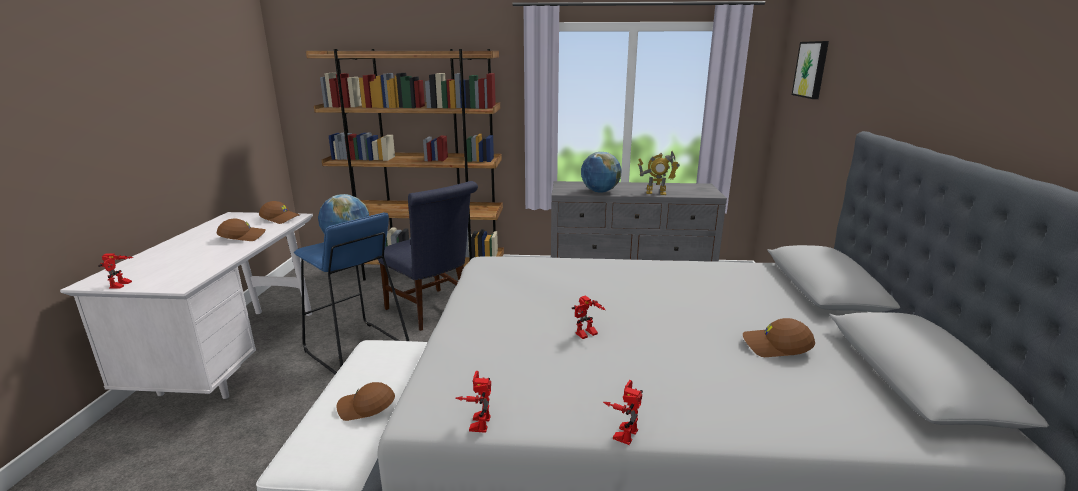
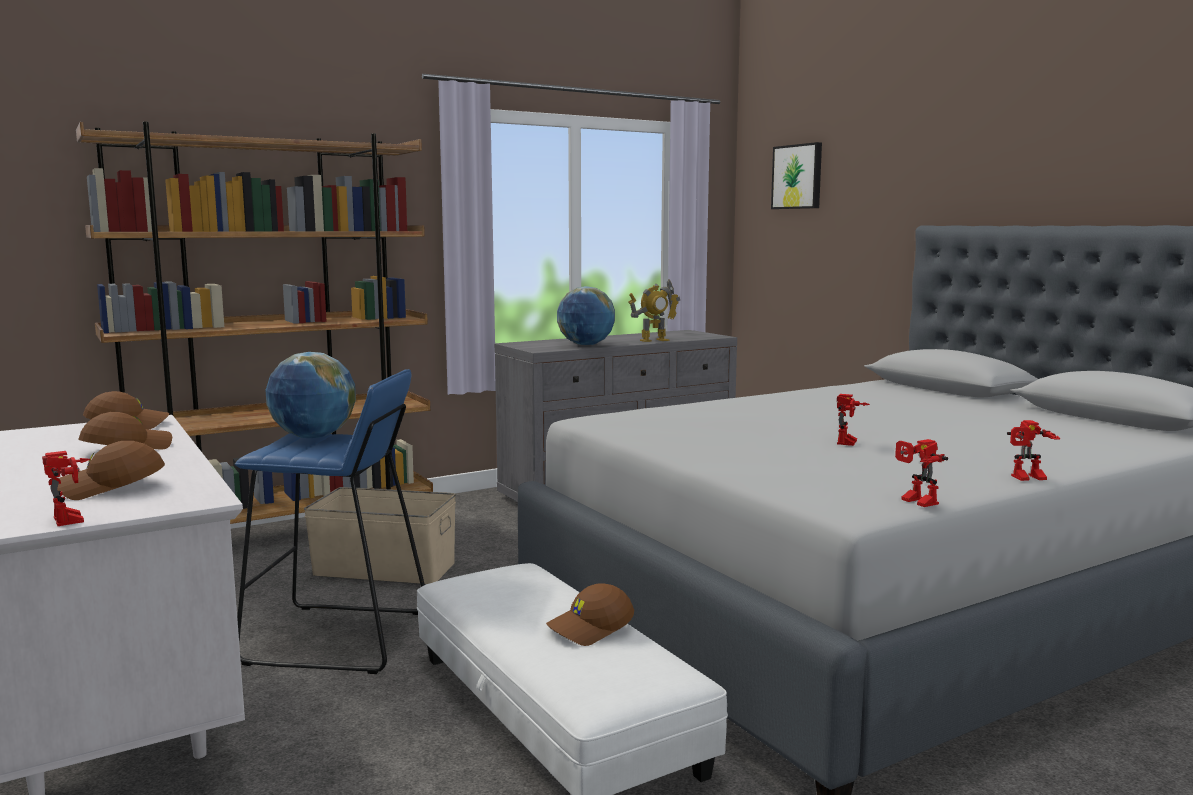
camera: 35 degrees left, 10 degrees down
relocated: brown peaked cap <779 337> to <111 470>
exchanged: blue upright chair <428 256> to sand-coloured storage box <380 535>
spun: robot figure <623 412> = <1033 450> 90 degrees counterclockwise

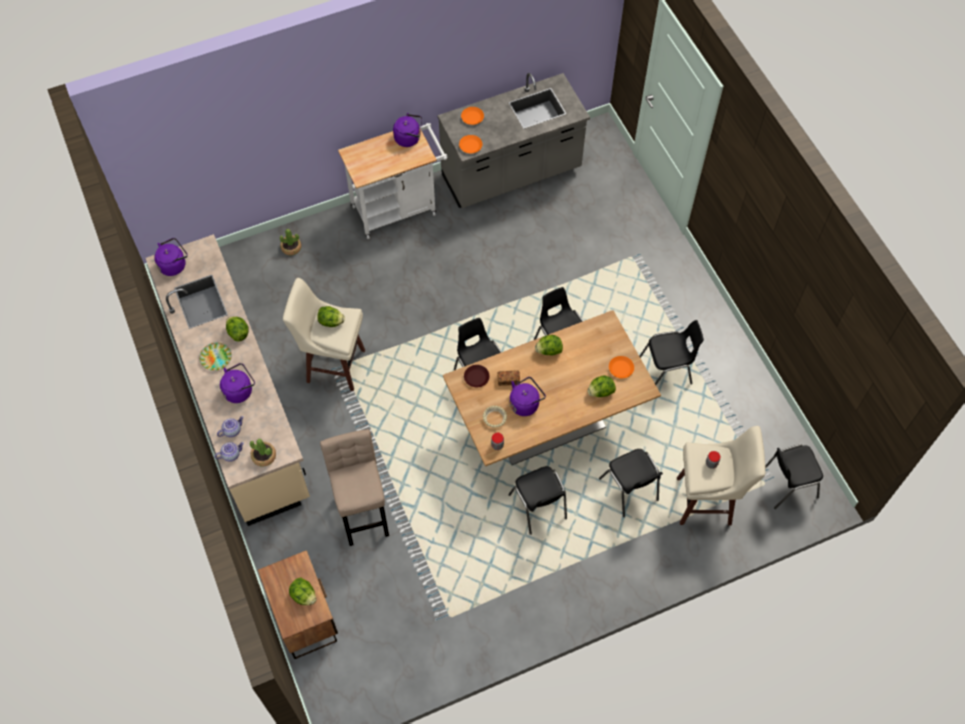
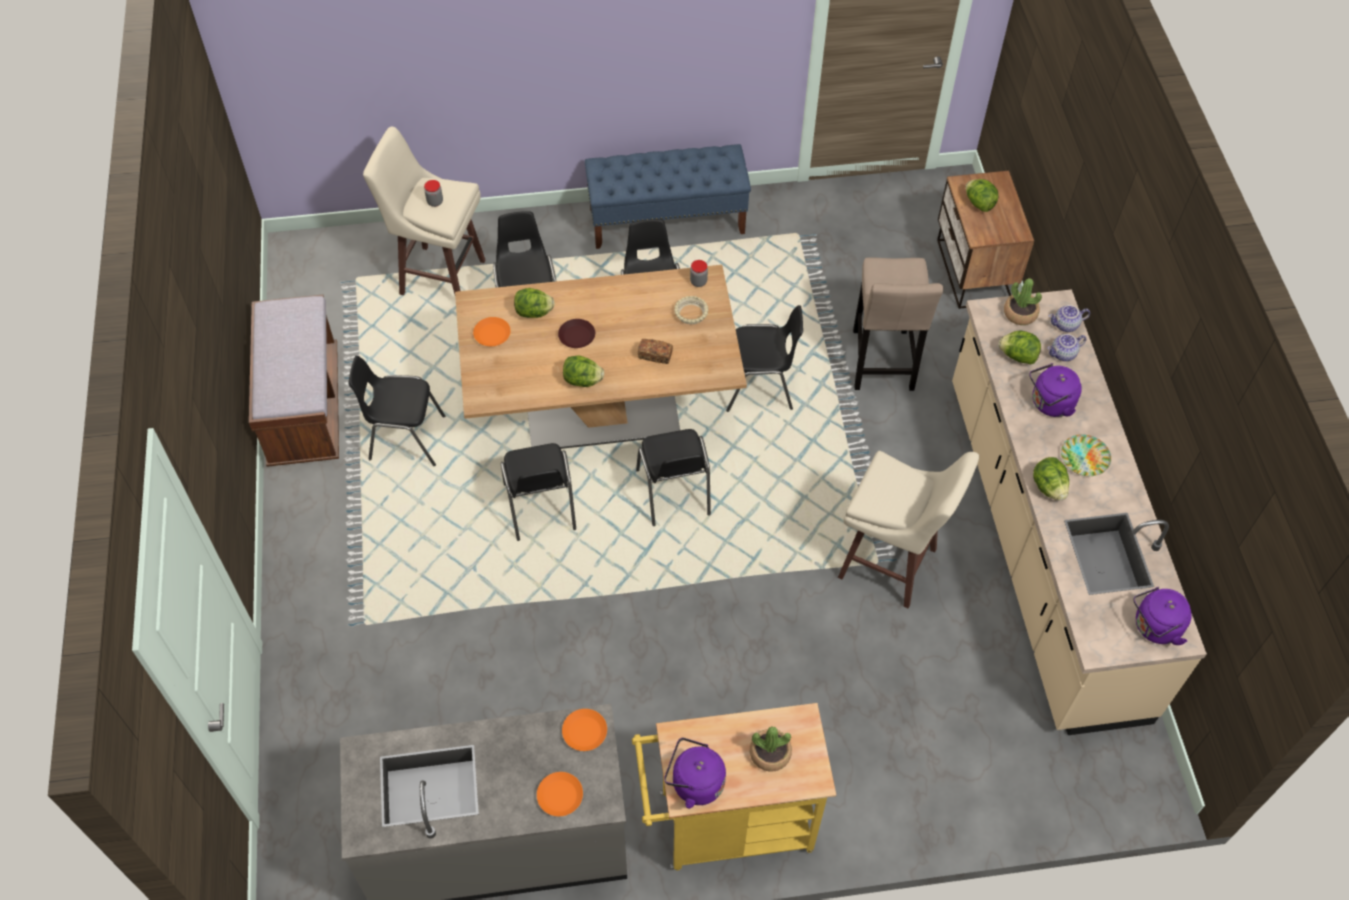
camera: 165 degrees left, 5 degrees down
missing: purple water kettle <528 396>
appeared: brown bench <294 381>; blue bench <668 196>
relocated: houseplant <290 242> to <771 749>; lettuce head <331 316> to <1019 348>; brown plate <477 376> to <576 333>; black-coloured upright chair <794 476> to <764 358>
colour: whitish trolley <393 181> to yellow-coloured trolley <734 787>

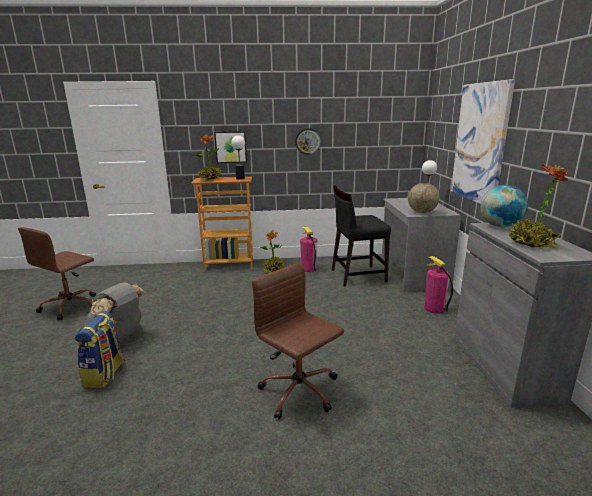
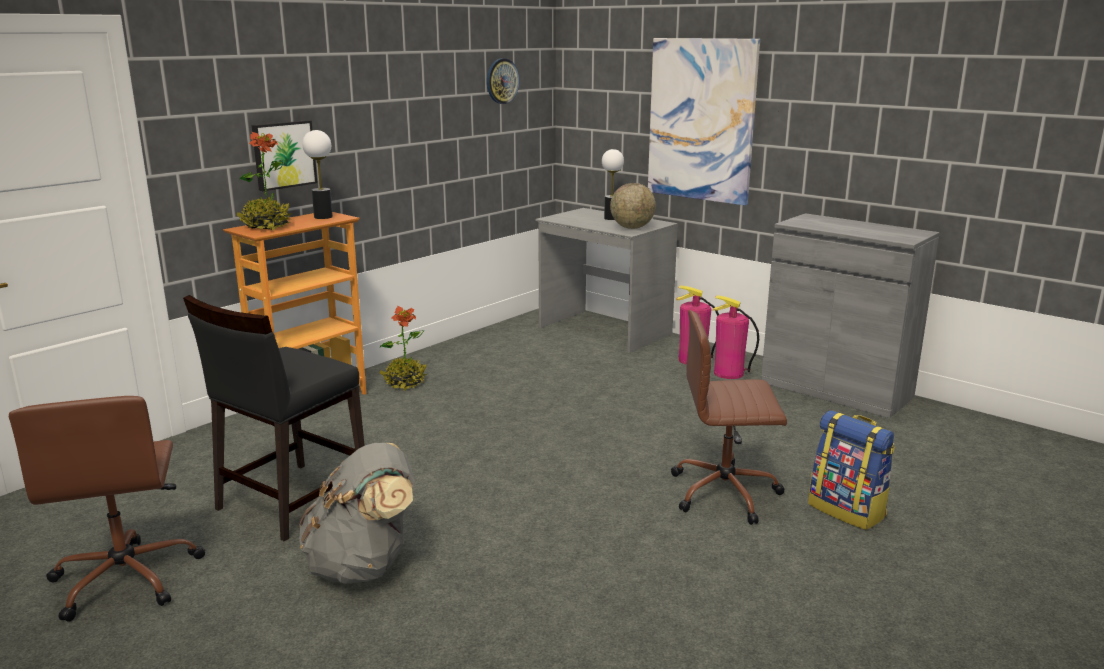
camera: 45 degrees left, 0 degrees up
missing: globe <504 206>; houseplant <538 206>
relocated: backpack <100 349> to <851 470>; clock on the wall <308 141> to <503 81>; fire extinguisher <308 249> to <735 337>; black-coloured upright chair <361 236> to <274 418>

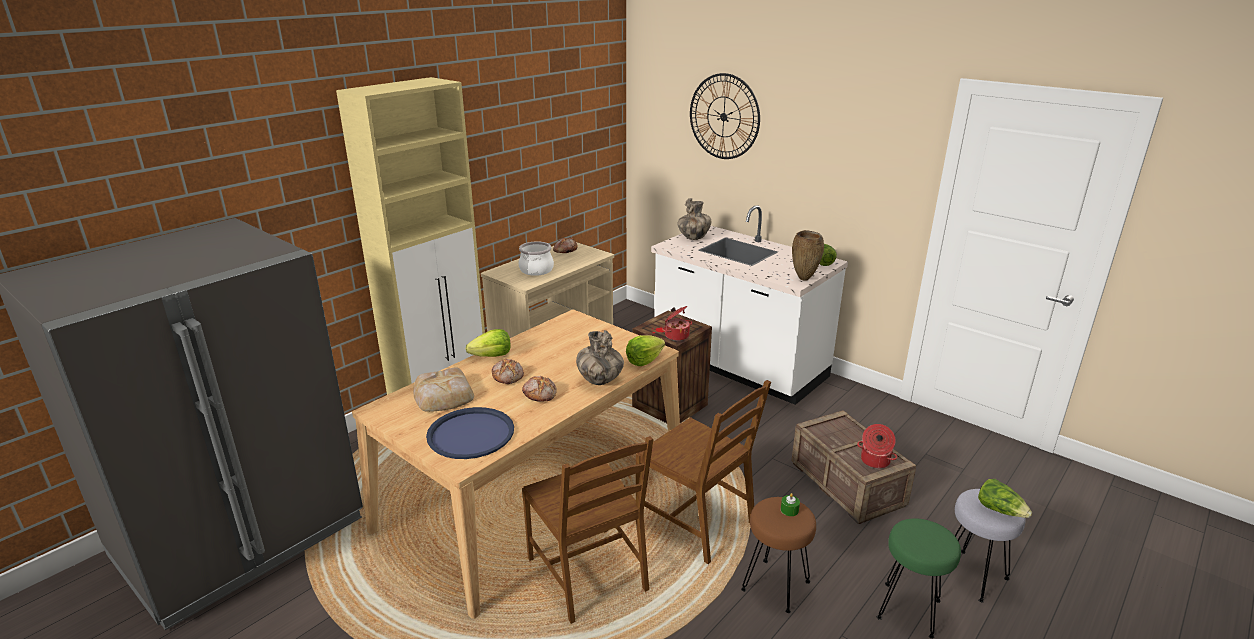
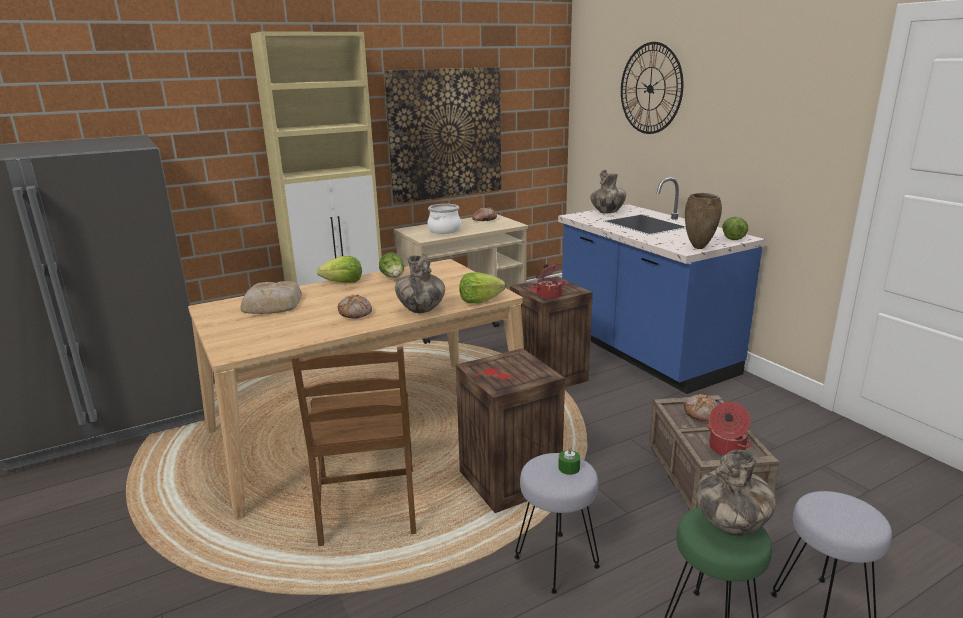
camera: 20 degrees right, 5 degrees down
missing: blue carrying tray <470 433>
appeared: picture <442 135>; flower vase <736 493>
relocated: baked bread <508 371> to <700 408>; lettuce head <1005 498> to <391 265>
exchanged: brown upright chair <703 472> to packing crate <510 430>
colour: whitish counter <749 305> to blue counter <661 285>; brown stool <778 555> to greyish stool <557 523>

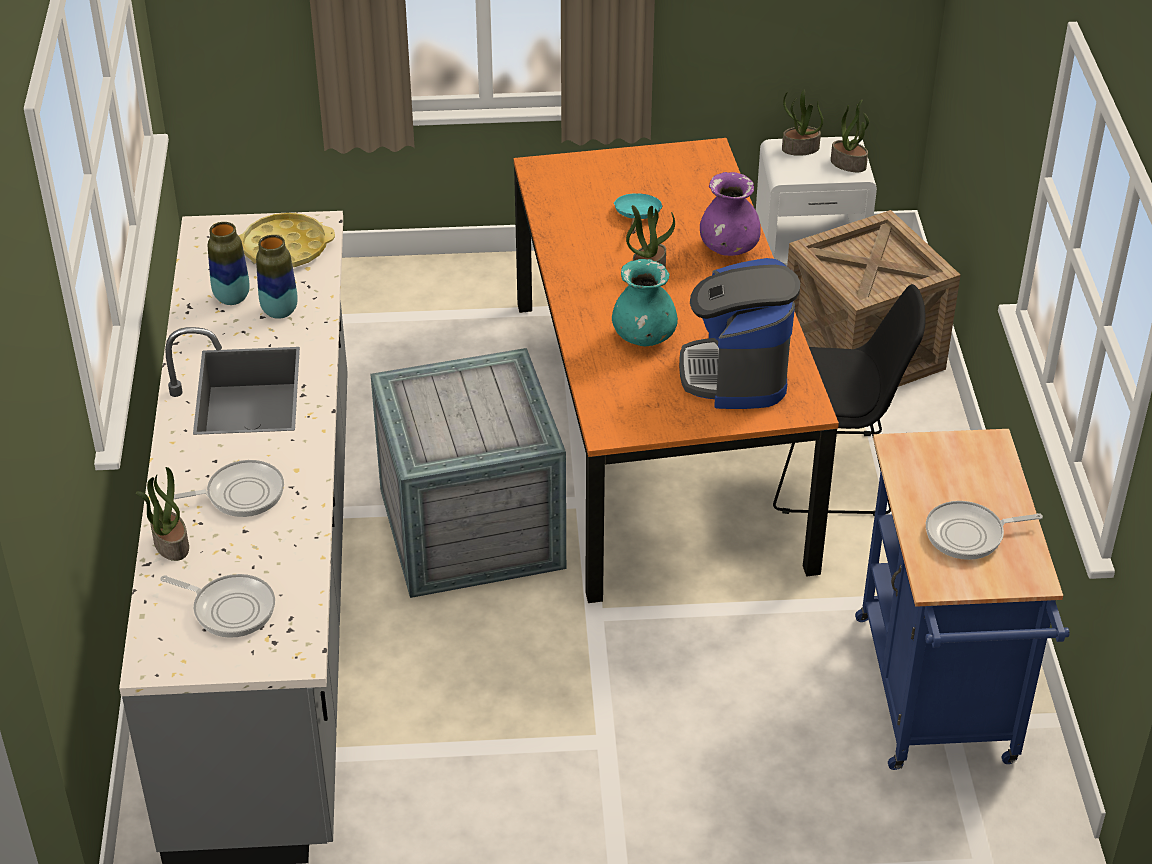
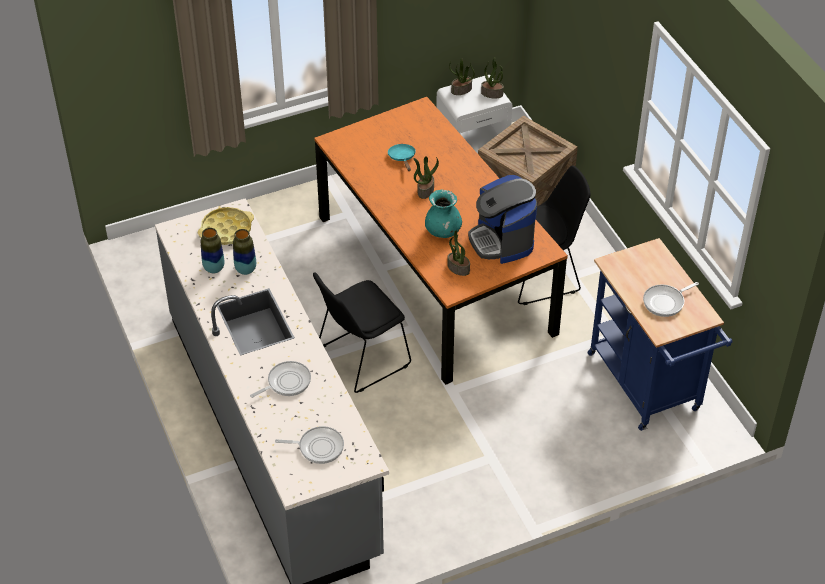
camera: 20 degrees left, 5 degrees up
missing: purple flower vase <730 214>
relocated: houseplant <162 514> to <458 253>
exchanged: packing crate <468 473> to black-coloured upright chair <362 332>

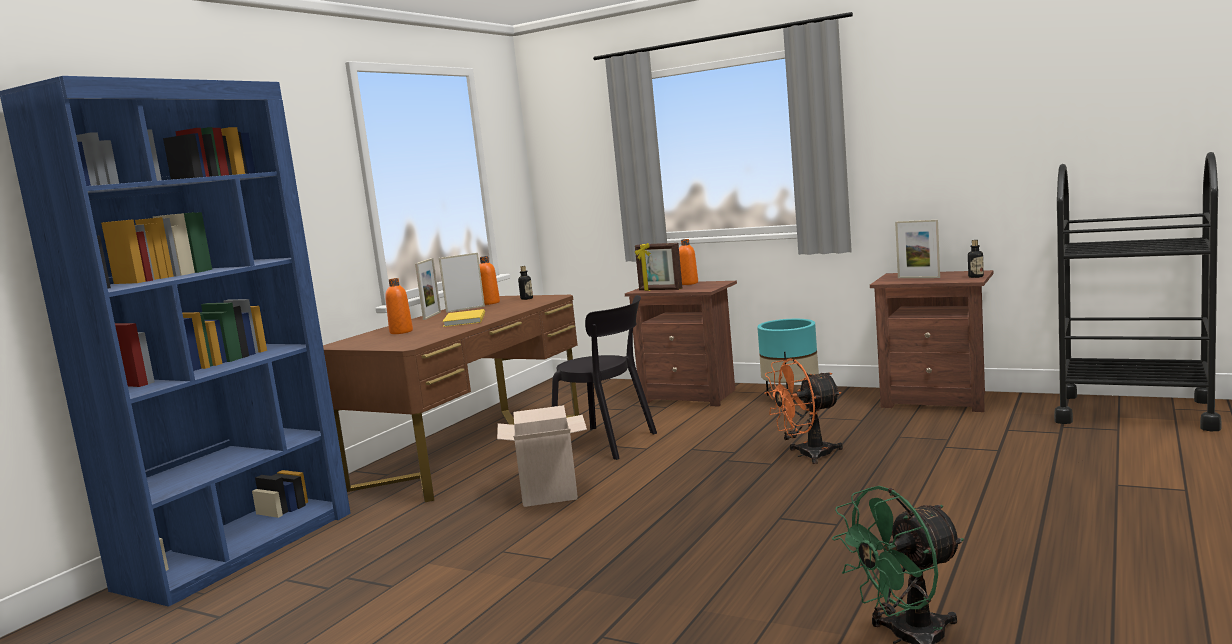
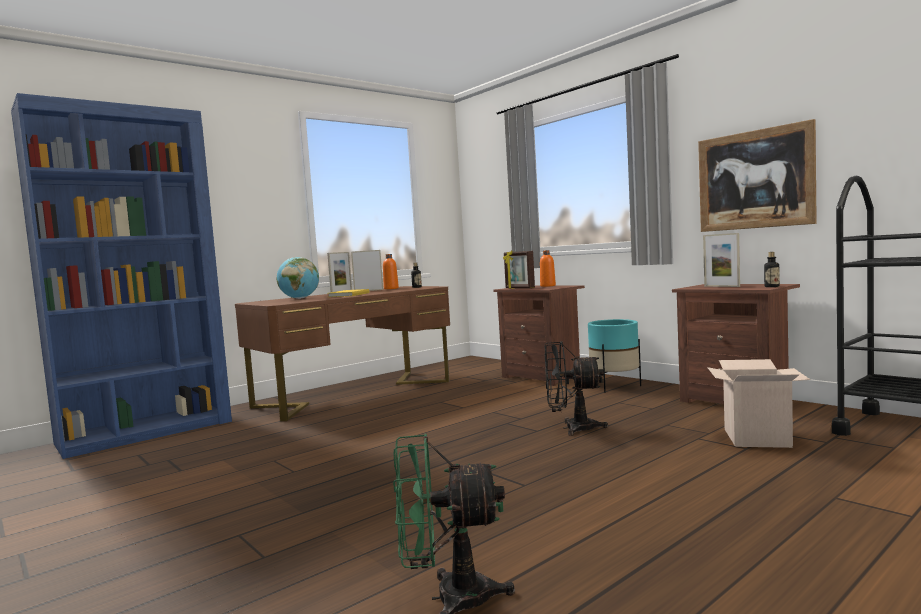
camera: 20 degrees right, 5 degrees down
missing: black-coloured upright chair <604 377>
appeared: picture <757 175>
relocated: cardboard box <542 456> to <758 403>
exchanged: orange-coloured bottle <399 306> to globe <297 278>
colour: orange-coloured fan <803 411> to black-coloured fan <576 388>

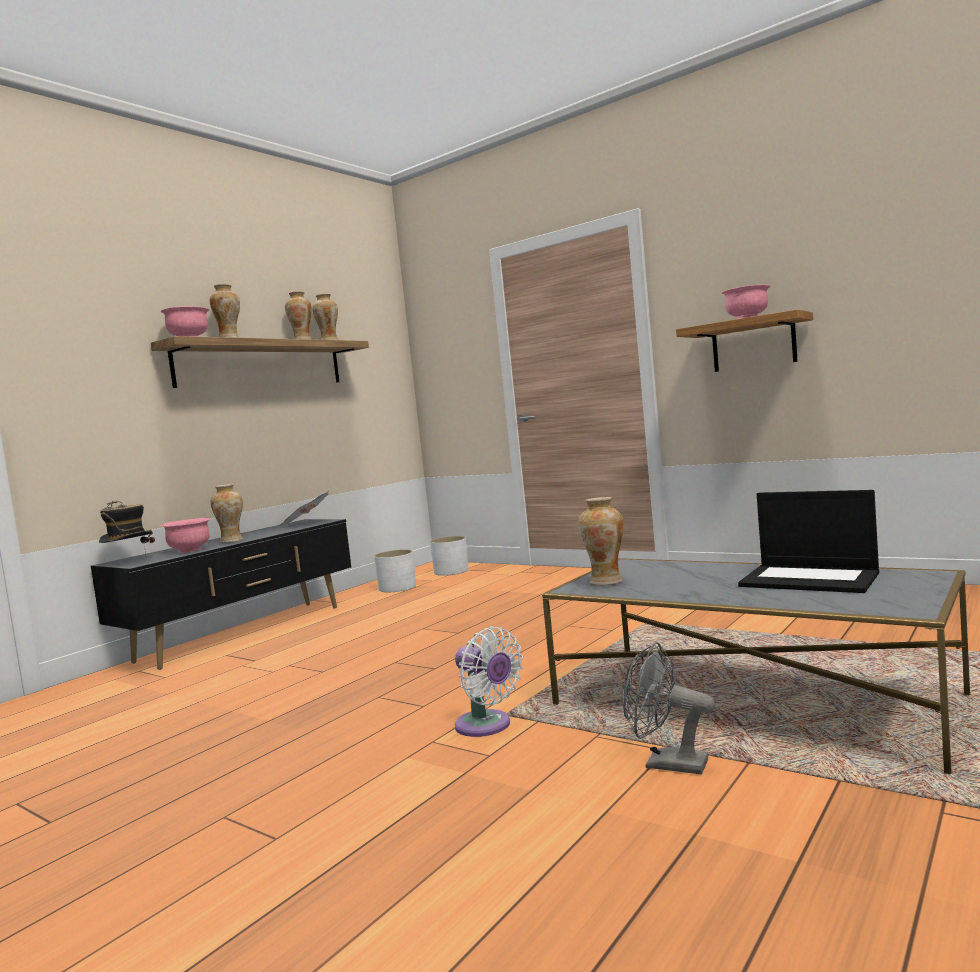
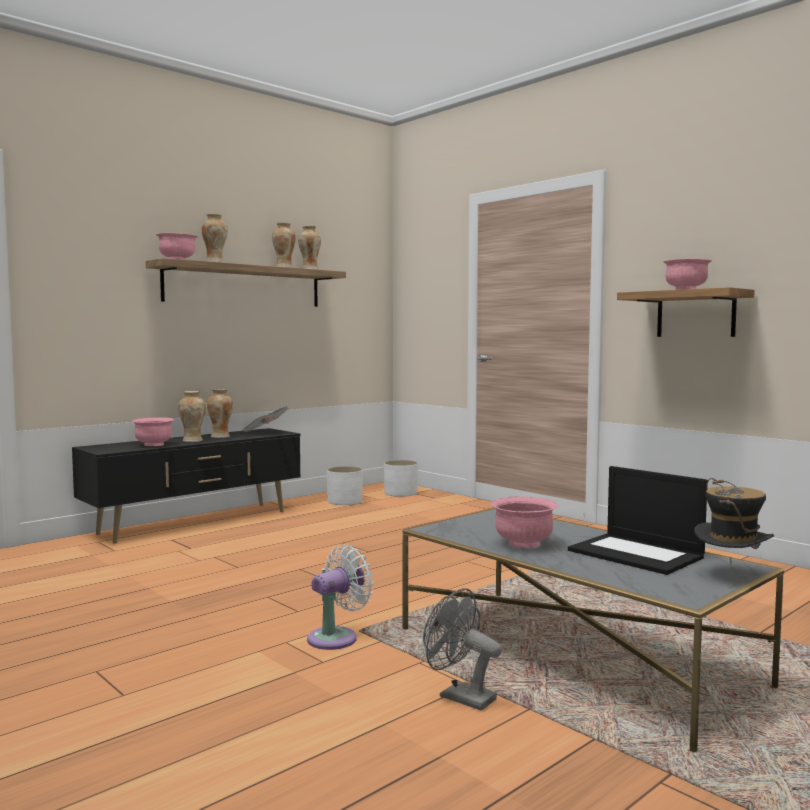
camera: 10 degrees right, 0 degrees up
appeared: pink-coloured deep dish <524 522>
relocated: hat <127 527> to <734 520>; flower vase <601 541> to <220 413>
spun: whitish fan <489 681> = <340 597> 105 degrees counterclockwise

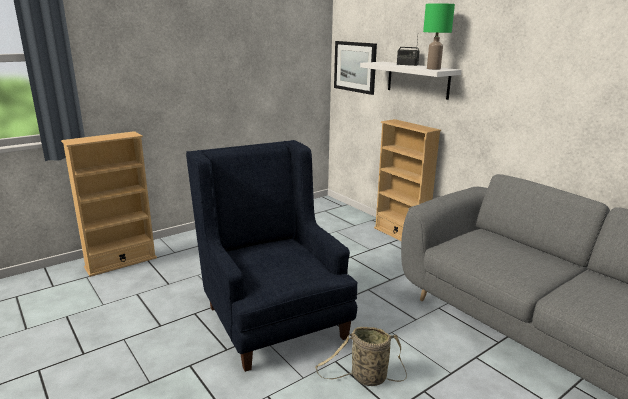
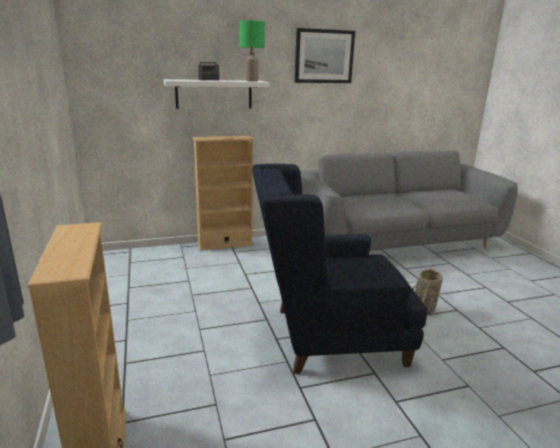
camera: 70 degrees left, 0 degrees up
relocated: picture <355 68> to <325 55>

